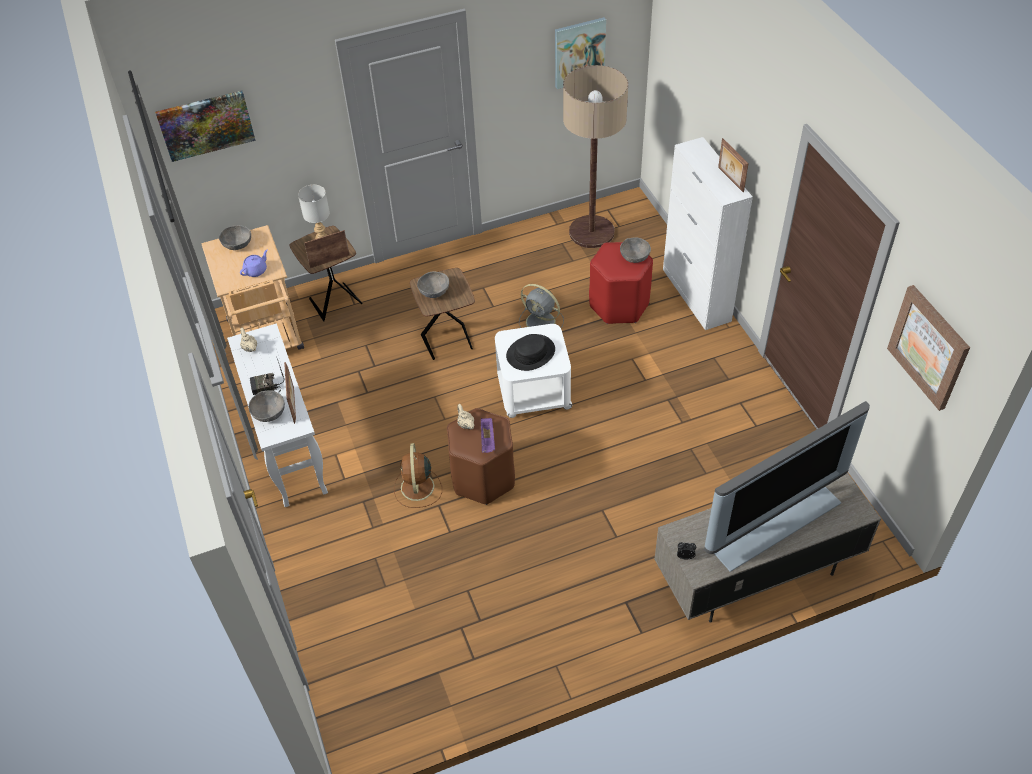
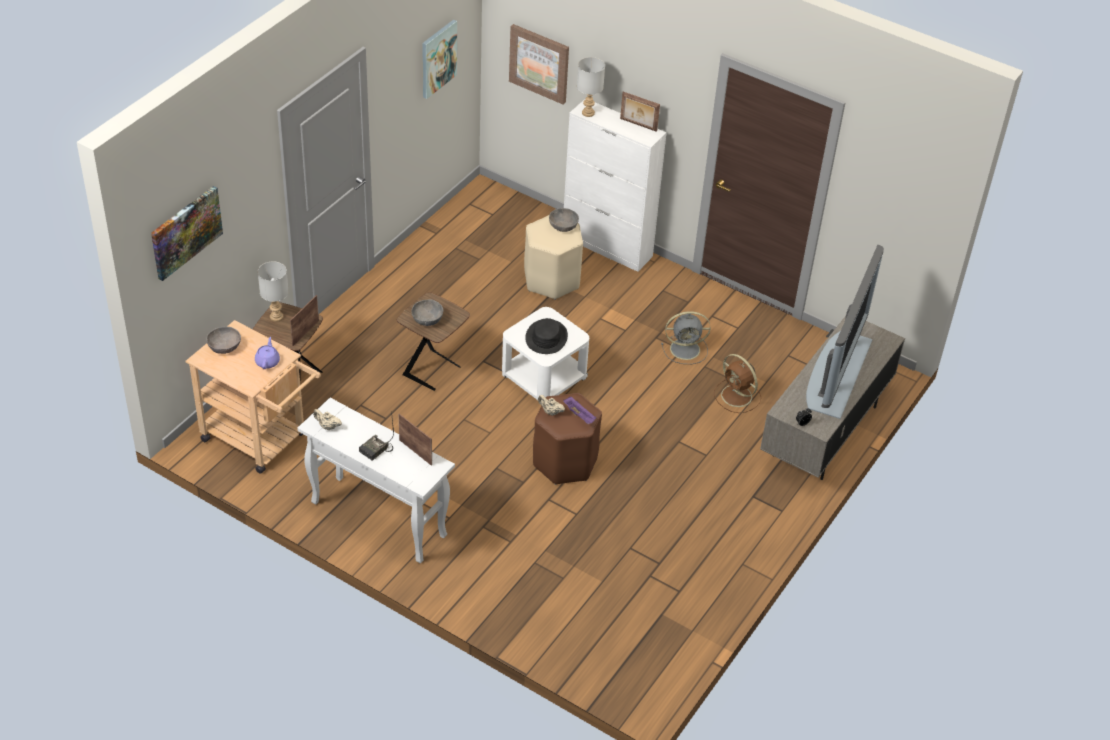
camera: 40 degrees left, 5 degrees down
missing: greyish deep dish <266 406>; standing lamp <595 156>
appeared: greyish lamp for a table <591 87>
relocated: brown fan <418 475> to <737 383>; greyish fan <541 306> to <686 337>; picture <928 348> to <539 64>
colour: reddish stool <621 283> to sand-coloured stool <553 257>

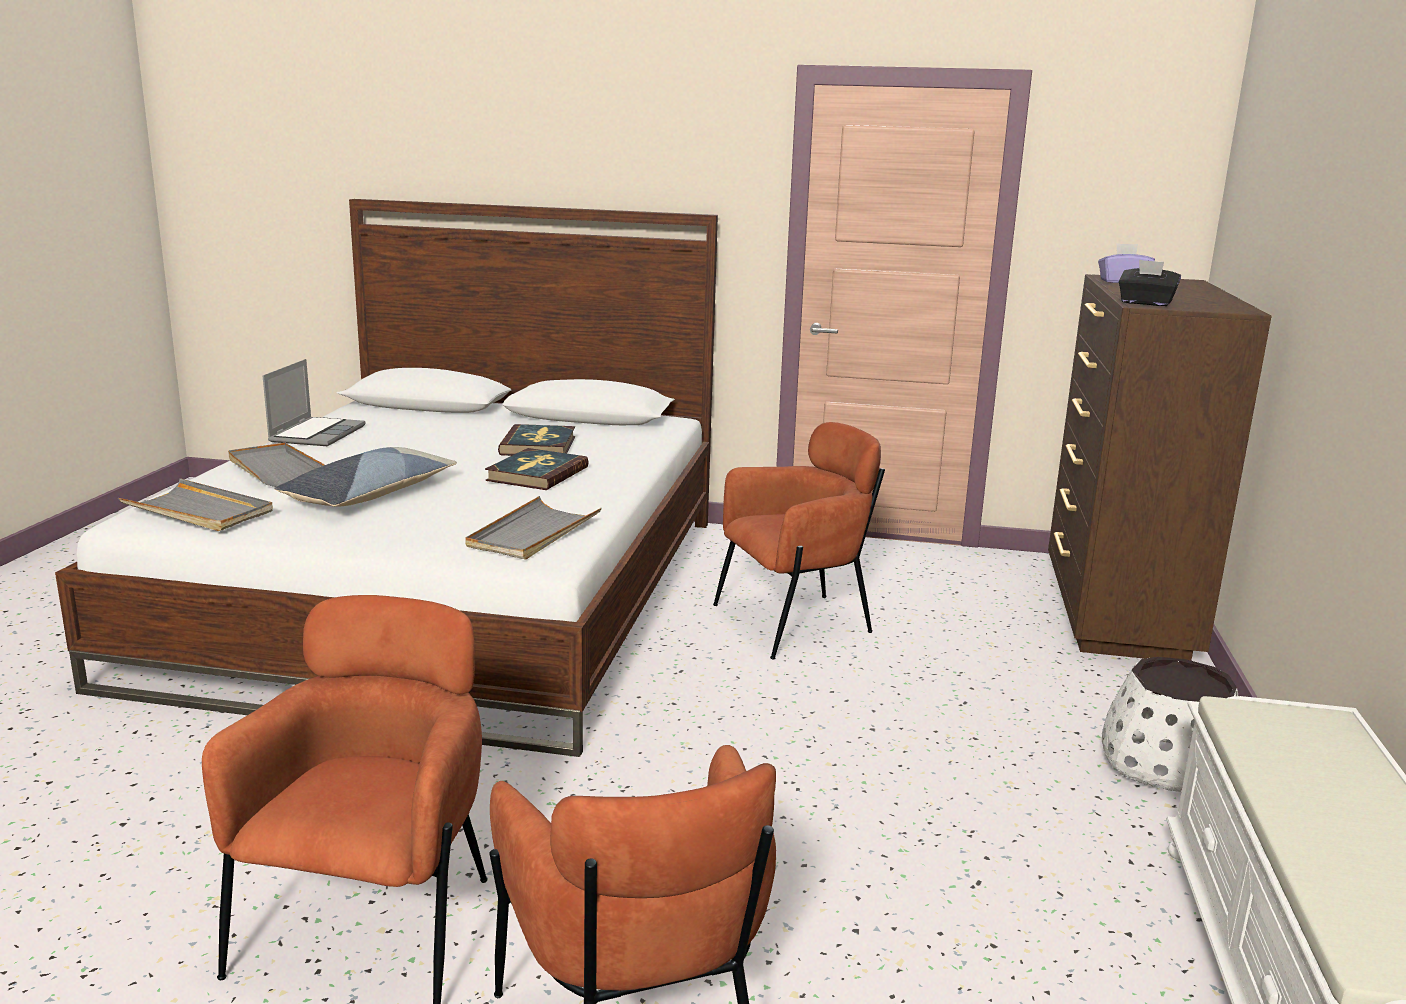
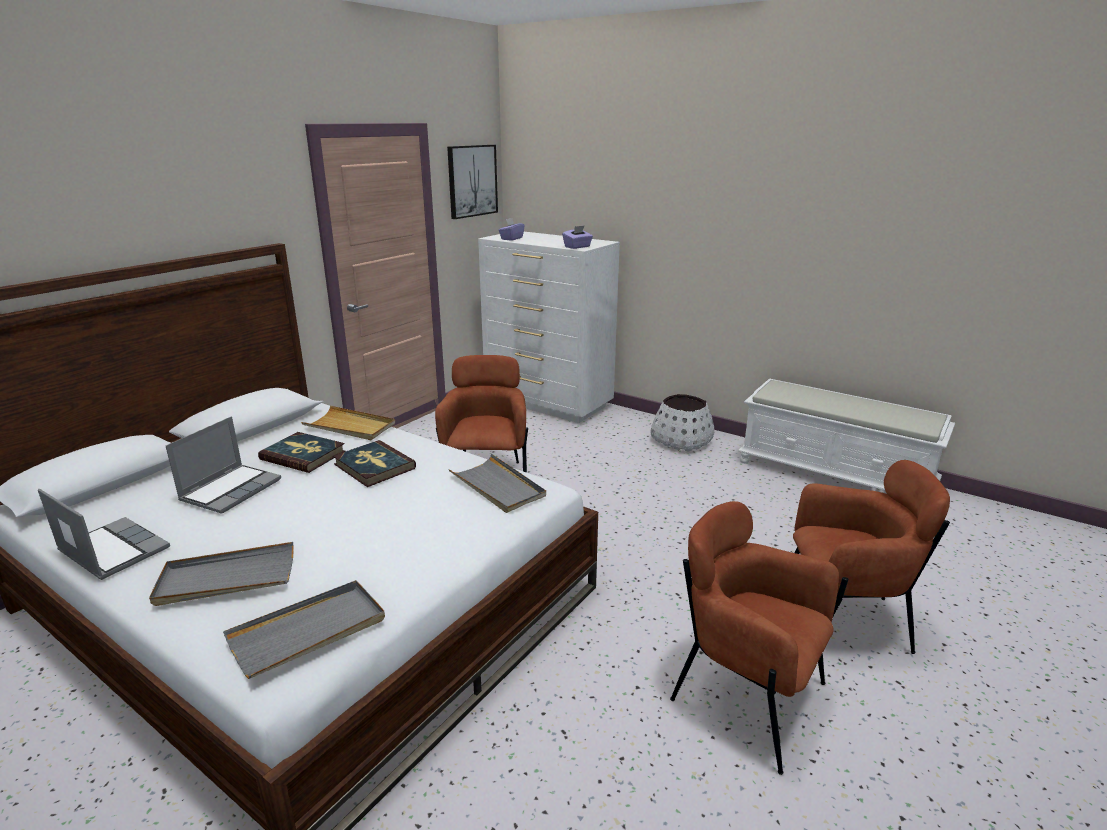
camera: 65 degrees left, 5 degrees up
missing: pillow <365 477>
appeared: notebook computer <223 465>; sand-coloured carrying tray <348 423>; picture <472 182>
colour: brown dresser <1160 467> to whitish dresser <549 327>; black-coloured tissue box <1150 283> to purple tissue box <577 237>

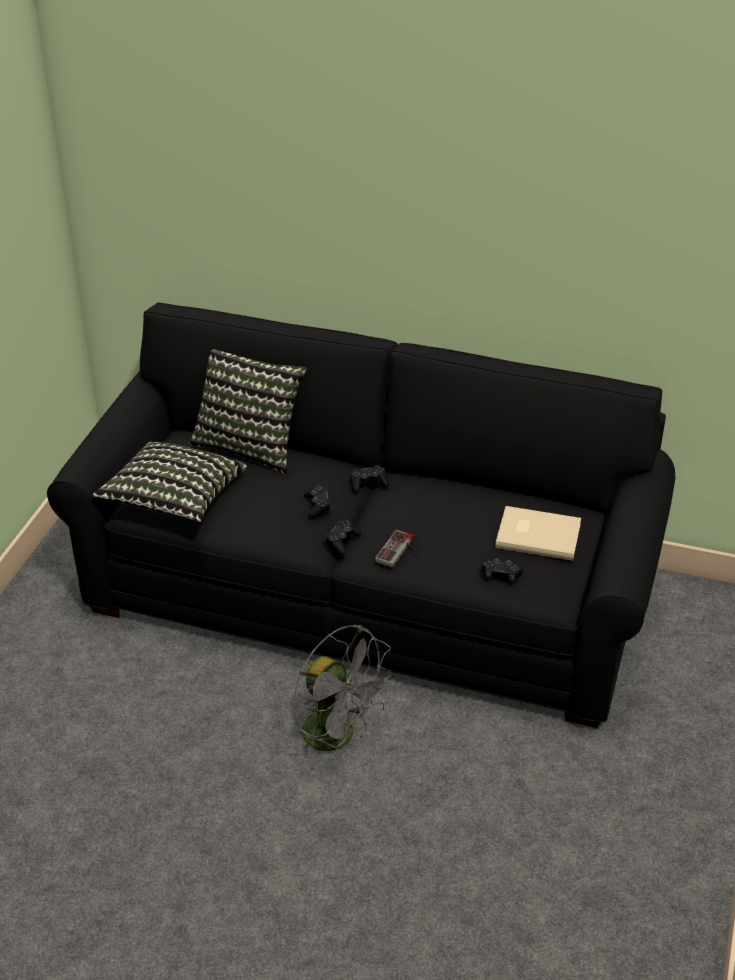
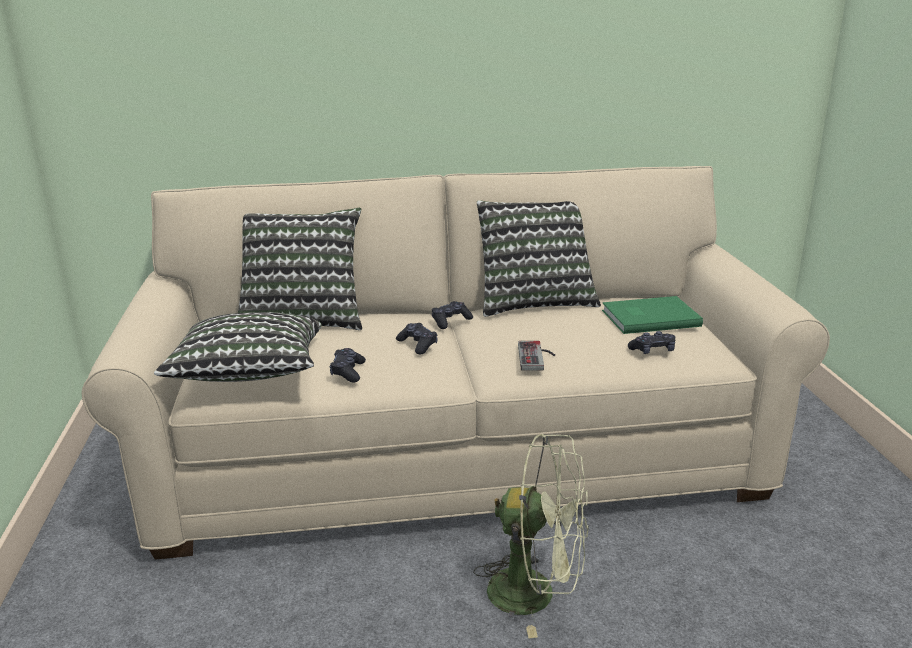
camera: 25 degrees left, 15 degrees down
appeared: pillow <539 258>
relocated: black-coloured gamepad <343 537> to <348 365>
colour: black-coloured sofa <361 515> to sand-coloured sofa <456 362>; greyish fan <343 696> to green-coloured fan <531 536>; sand-coloured bound book <538 533> to green-coloured bound book <652 315>

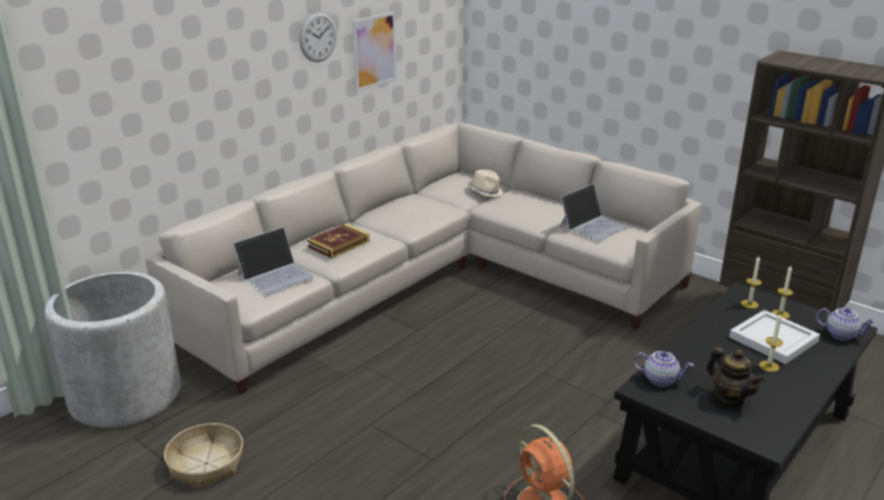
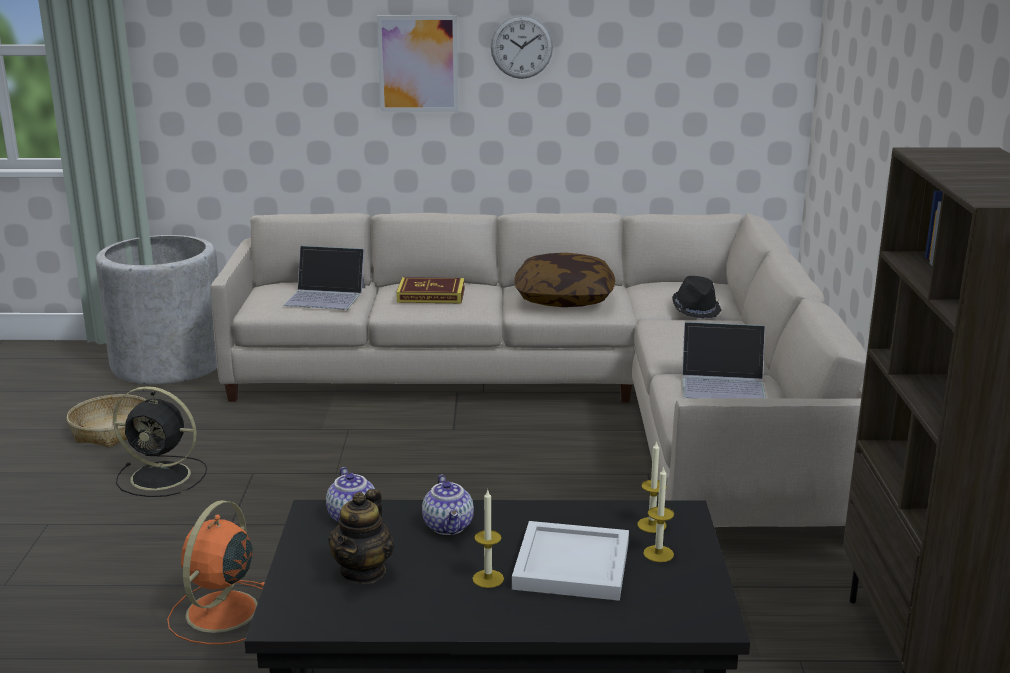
camera: 50 degrees right, 5 degrees down
appeared: black-coloured fan <160 441>; pillow <565 280>
relocated: picture <374 52> to <417 63>; tea pot <846 324> to <448 505>
colour: sand-coloured hat <485 183> to black-coloured hat <696 297>

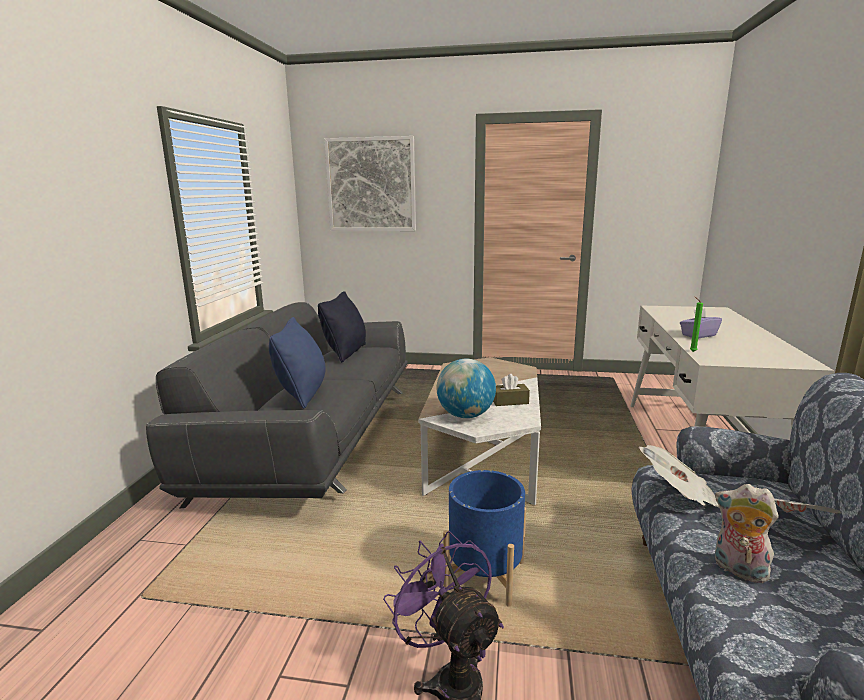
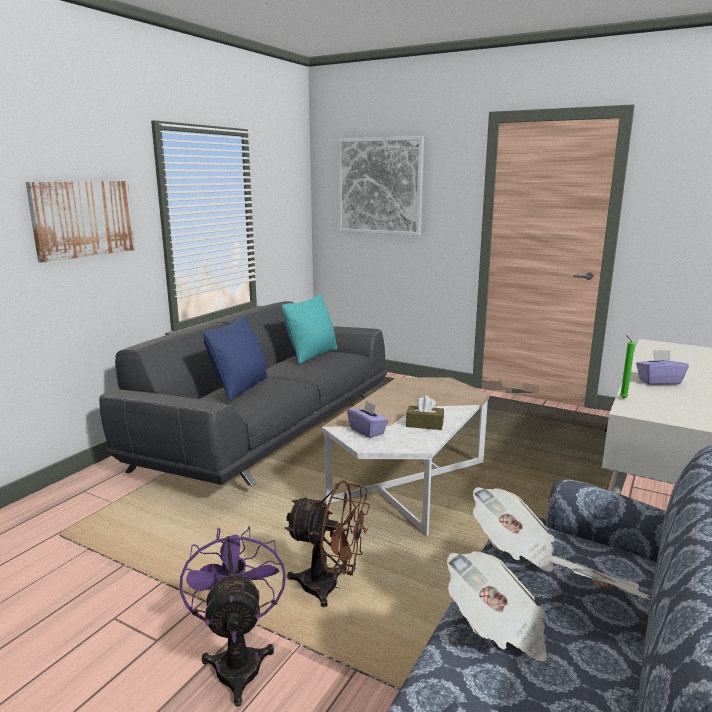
camera: 20 degrees right, 0 degrees up
appeared: picture <80 222>
exchanged: globe <466 388> to purple tissue box <367 419>; blue planter <484 538> to brown fan <327 543>; soft toy <747 533> to newspaper <497 606>
colour: black-coloured pillow <342 326> to turquoise-coloured pillow <309 329>

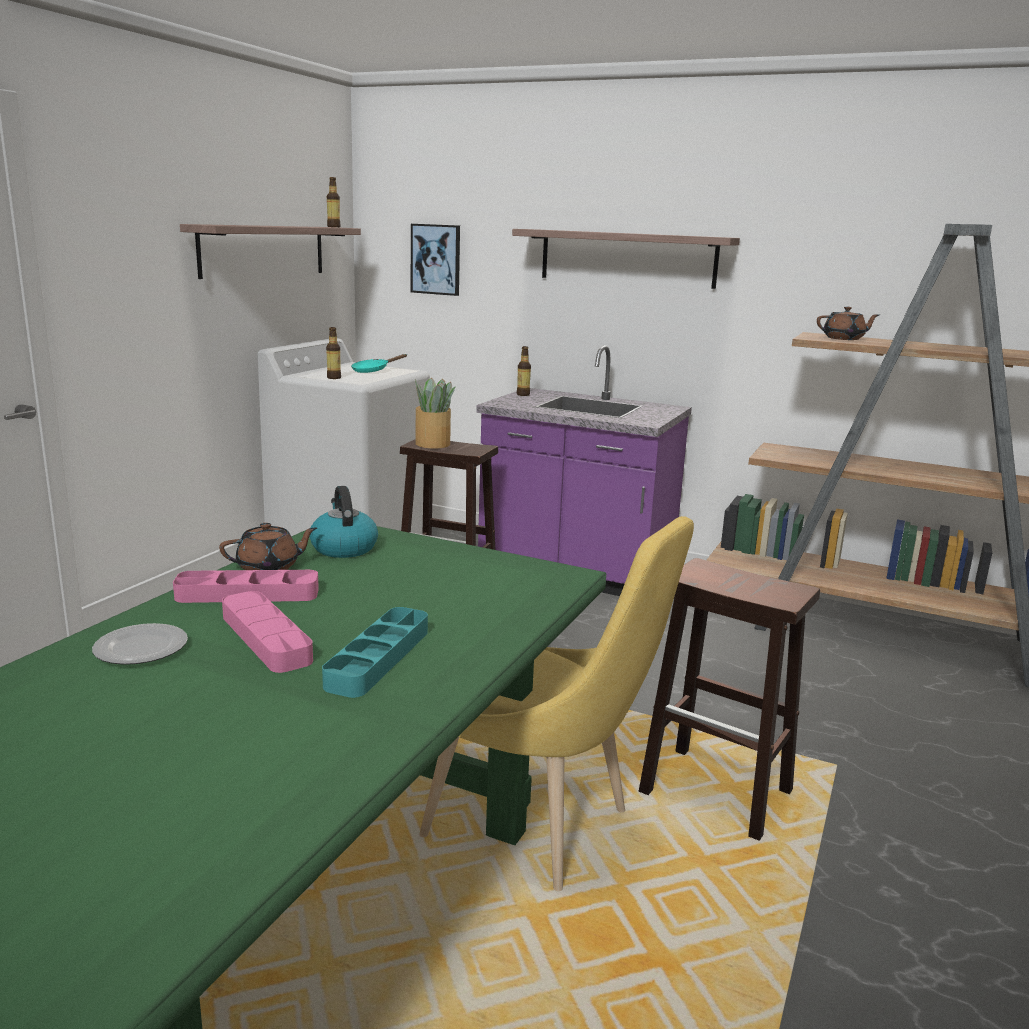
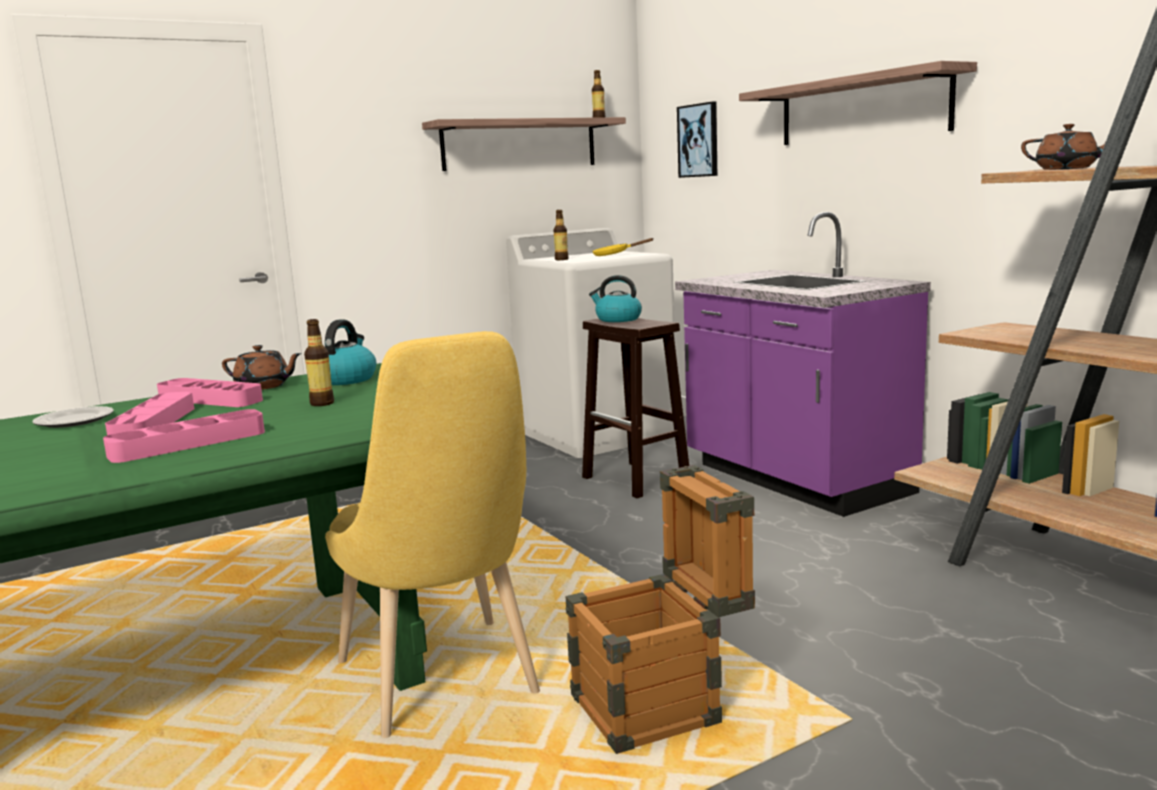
camera: 35 degrees right, 5 degrees down
relocated: bottle <524 371> to <319 362>
exchanged: houseplant <435 413> to water kettle <615 298>; brown stool <729 699> to packing crate <660 609>
colour: turquoise-coloured carrying tray <375 652> to pink-coloured carrying tray <184 436>; turquoise-coloured frying pan <379 363> to yellow-coloured frying pan <623 247>

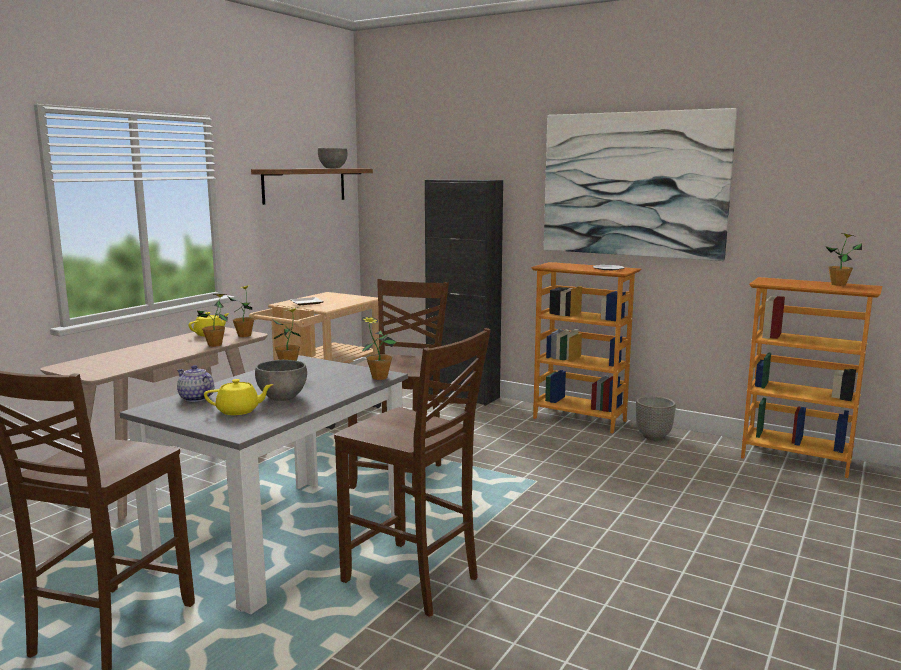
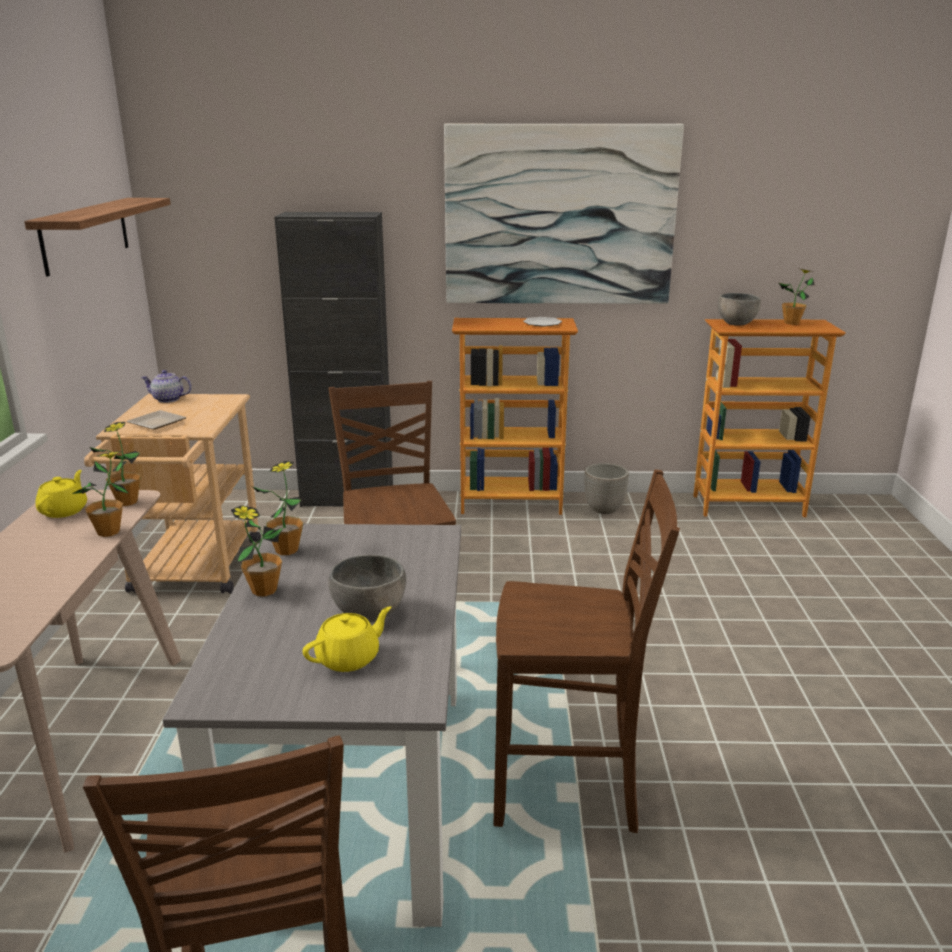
camera: 30 degrees left, 10 degrees up
relocated: tea pot <195 383> to <166 386>; greyish deep dish <333 158> to <739 309>; houseplant <379 348> to <257 550>

